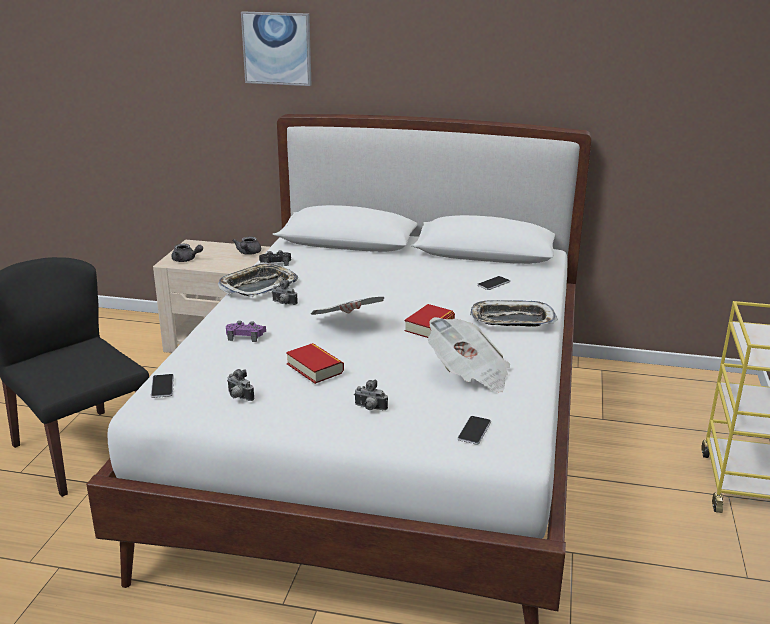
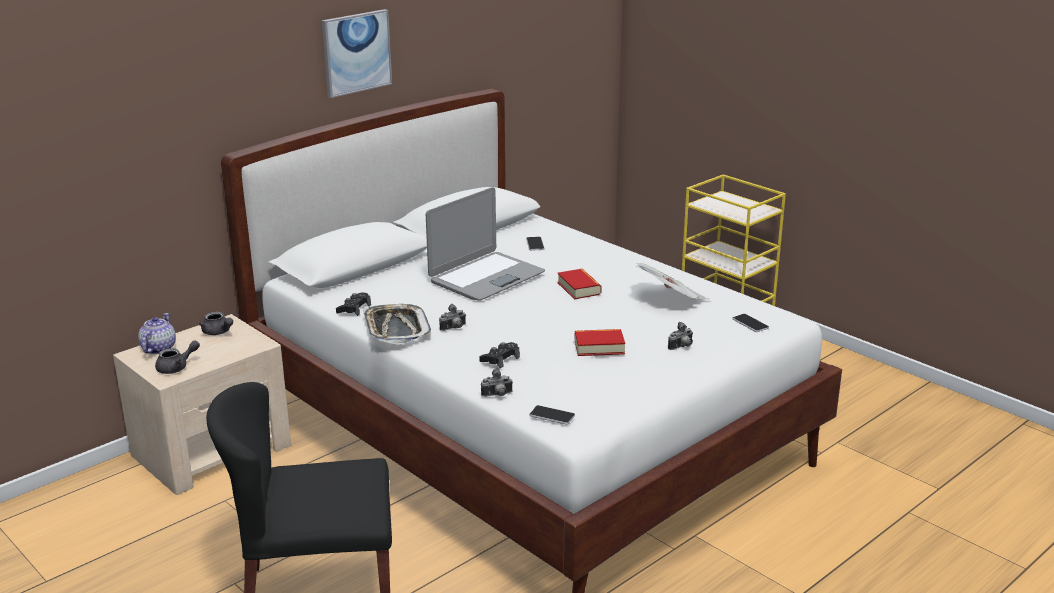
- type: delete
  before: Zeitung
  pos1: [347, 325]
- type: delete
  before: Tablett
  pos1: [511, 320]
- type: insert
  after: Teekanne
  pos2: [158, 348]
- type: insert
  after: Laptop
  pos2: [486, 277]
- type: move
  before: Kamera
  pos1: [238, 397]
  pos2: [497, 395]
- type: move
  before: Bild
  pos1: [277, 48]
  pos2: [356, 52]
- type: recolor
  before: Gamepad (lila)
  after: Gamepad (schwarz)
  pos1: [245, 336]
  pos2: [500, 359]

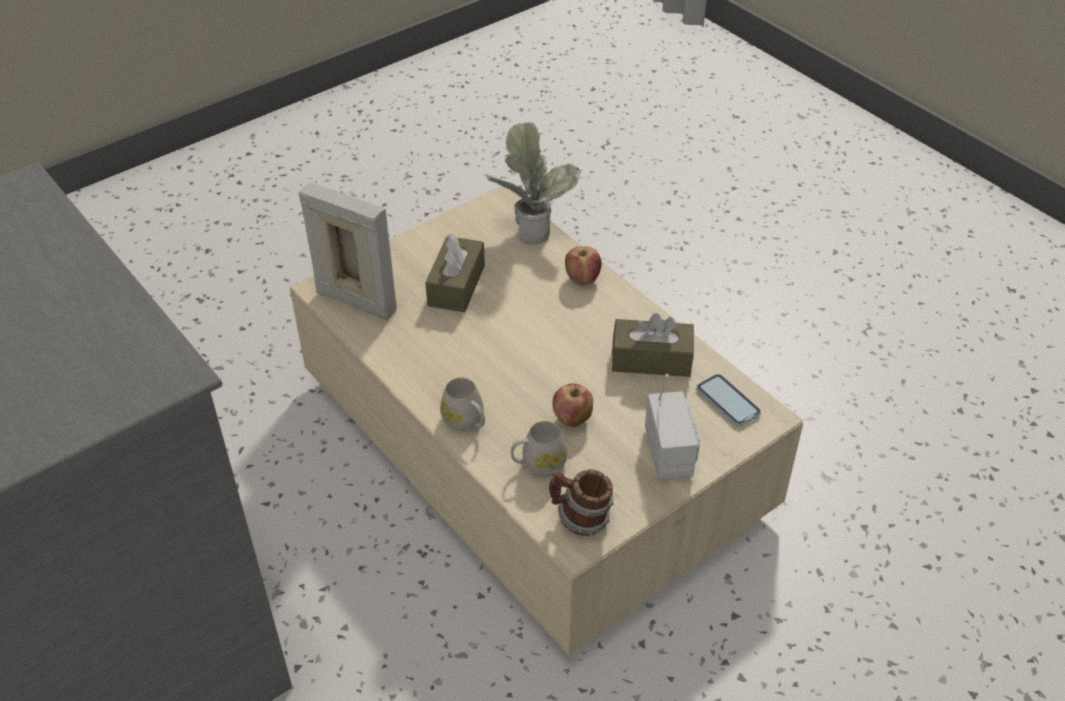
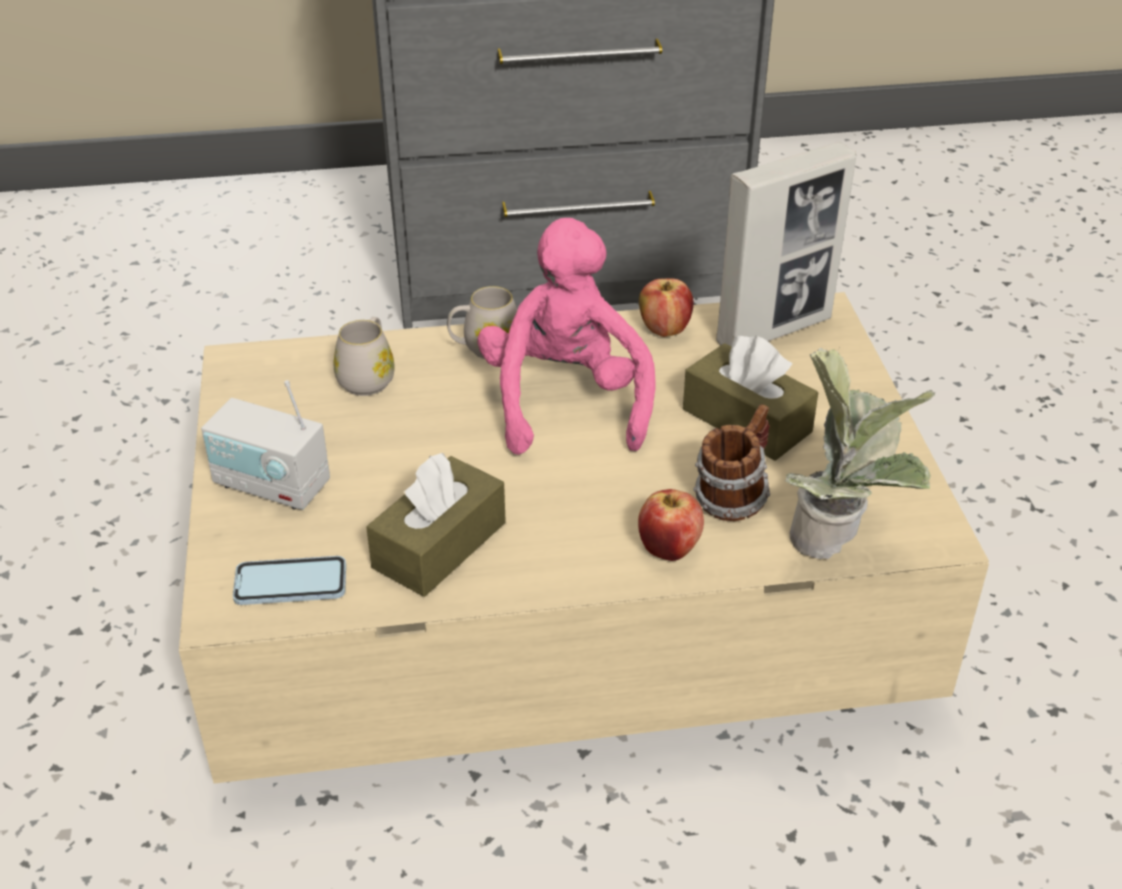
- type: insert
  after: Plüschtier (rosa)
  pos2: [565, 401]
- type: move
  before: Henkelbecher
  pos1: [580, 519]
  pos2: [732, 498]
- type: move
  before: Apfel
  pos1: [572, 419]
  pos2: [664, 329]

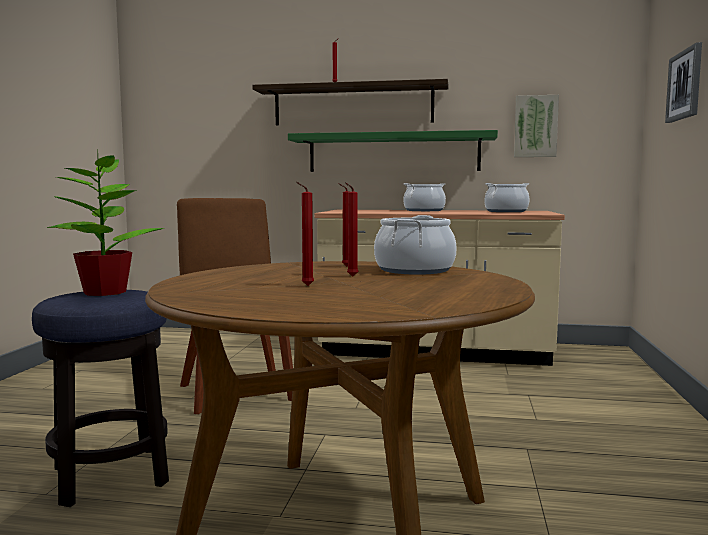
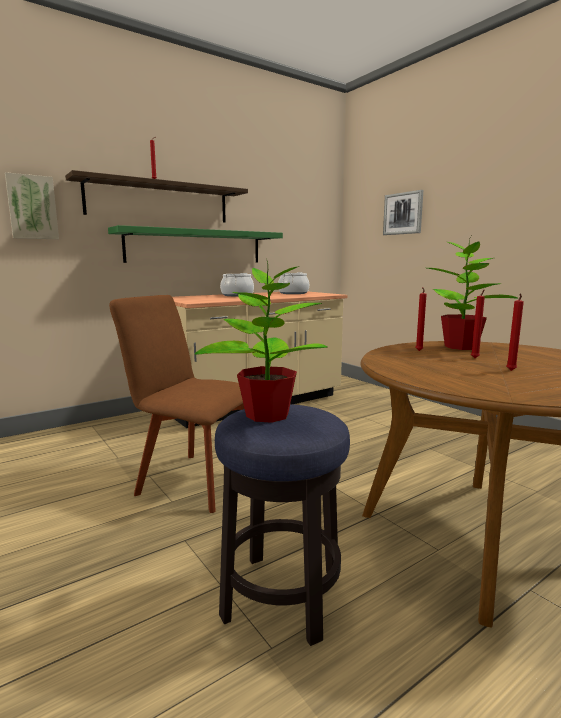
- type: move
  before: Bild
  pos1: [535, 126]
  pos2: [32, 207]
- type: replace
  before: Kochtopf
  after: Topfpflanze
  pos1: [414, 270]
  pos2: [461, 347]

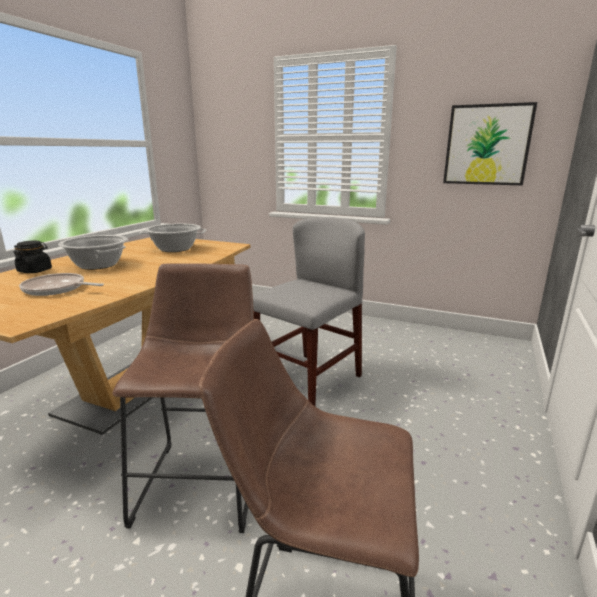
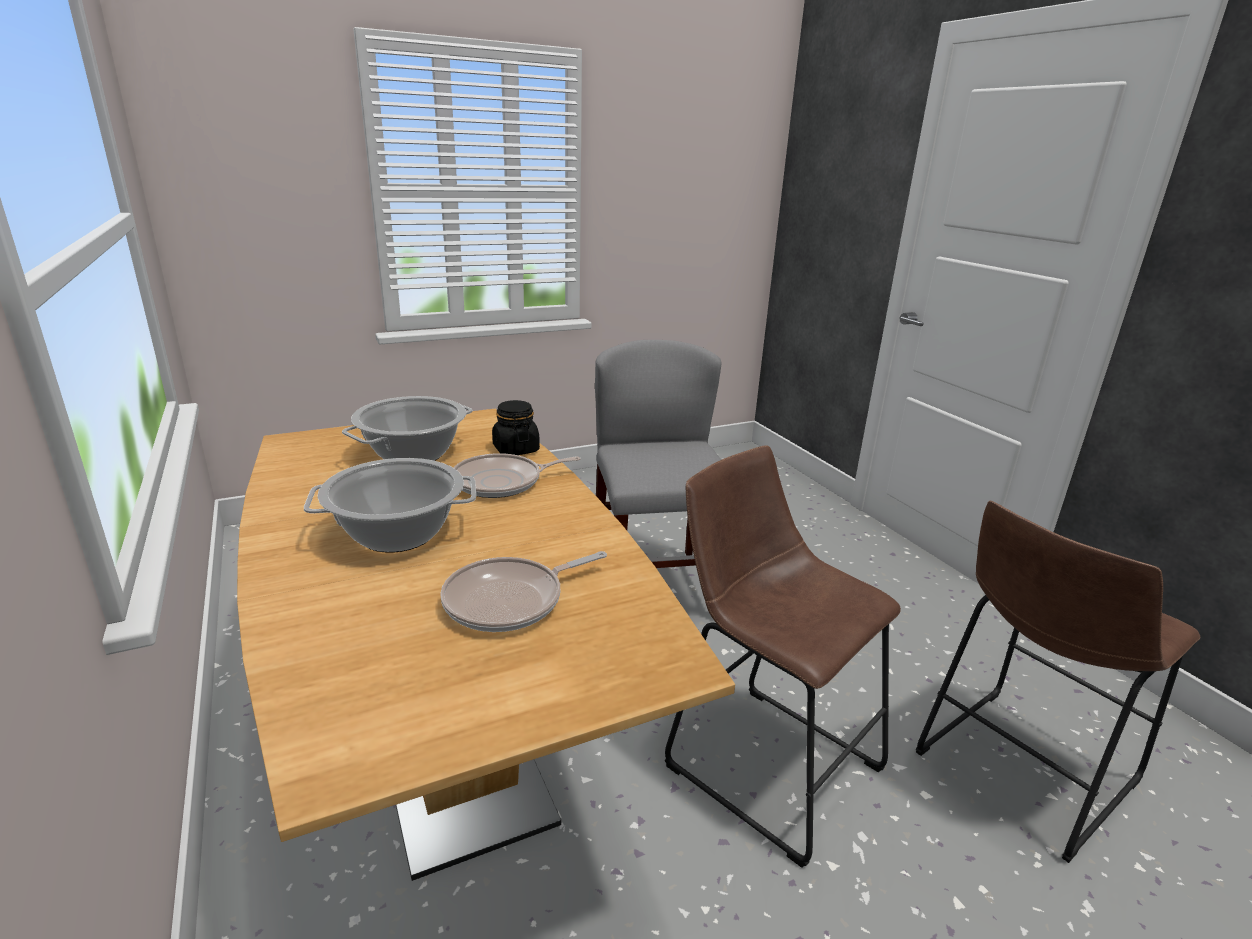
- type: delete
  before: Bild
  pos1: [487, 145]
- type: insert
  after: Pfanne
  pos2: [502, 482]
- type: move
  before: Vorratsglas (schwarz)
  pos1: [35, 271]
  pos2: [515, 449]

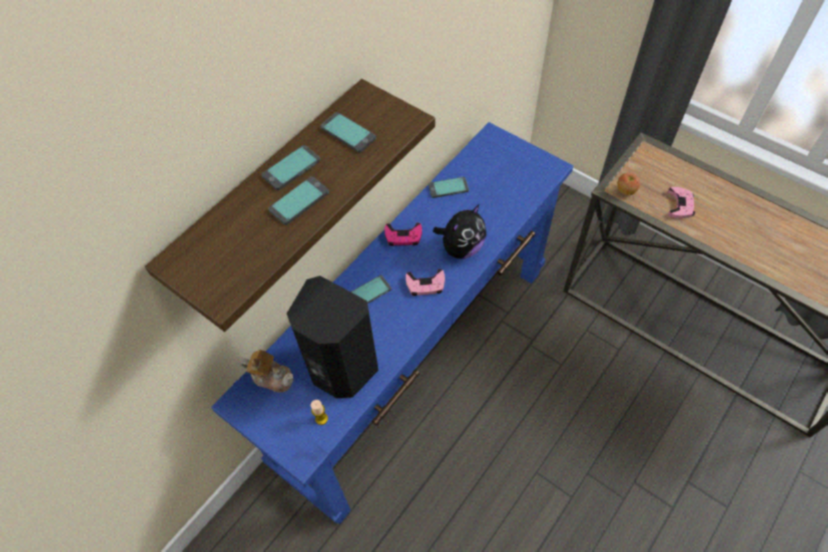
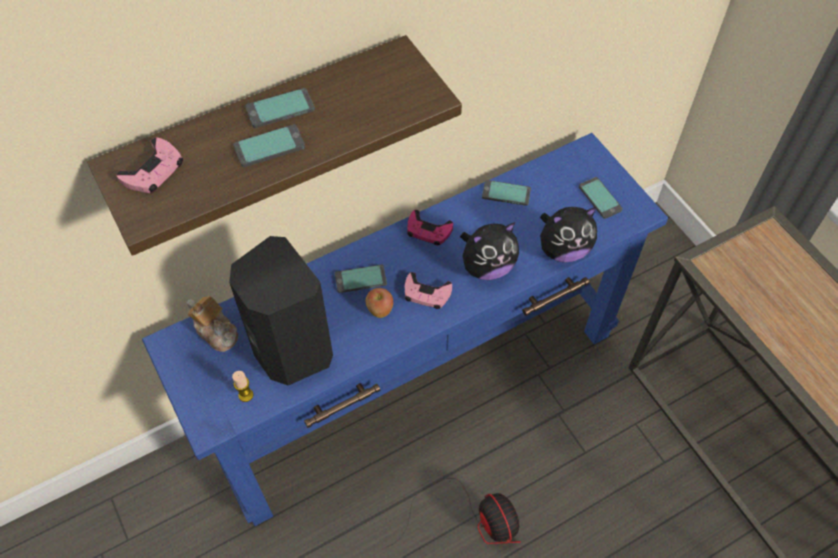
- type: insert
  after: Ventilator
  pos2: [471, 520]
- type: insert
  after: Plüschtier
  pos2: [563, 249]
- type: move
  before: Handy
  pos1: [348, 133]
  pos2: [600, 198]
- type: move
  before: Apfel
  pos1: [625, 191]
  pos2: [379, 310]
- type: move
  before: Gamepad (rosa)
  pos1: [680, 205]
  pos2: [153, 171]

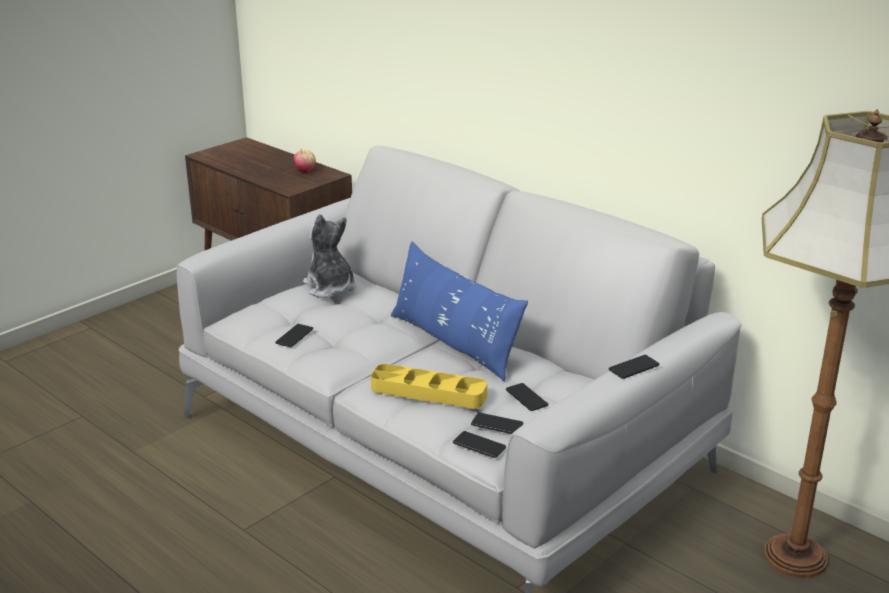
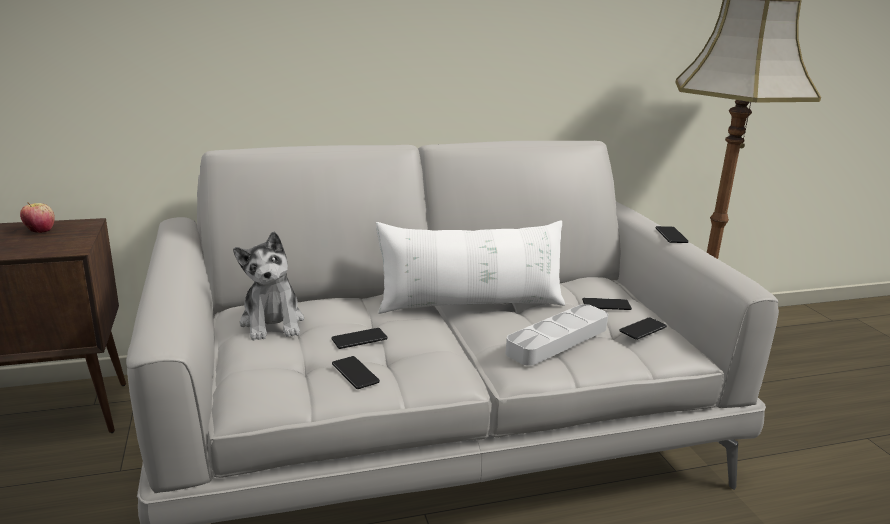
- type: move
  before: Handy
  pos1: [479, 445]
  pos2: [359, 339]
- type: recolor
  before: Tablett (gelb)
  after: Tablett (grau)
  pos1: [428, 392]
  pos2: [557, 340]
- type: recolor
  before: Kissen (blau)
  after: Kissen (weiß)
  pos1: [453, 343]
  pos2: [470, 304]
- type: rotate
  before: Plüschtier
  pos1: [330, 288]
  pos2: [273, 322]
  turn: -105

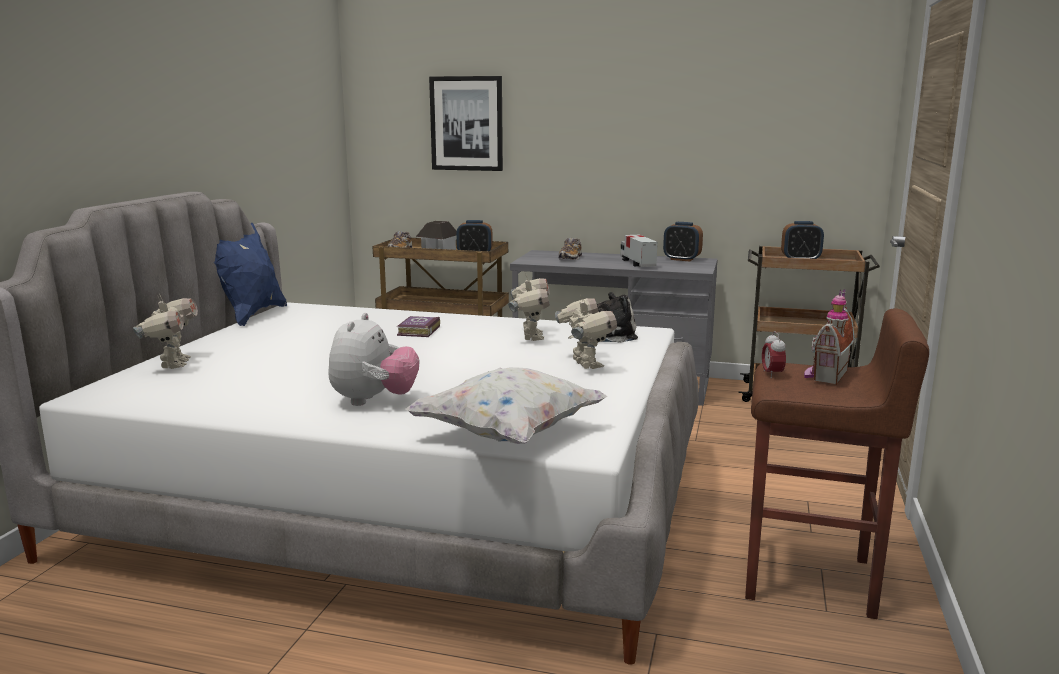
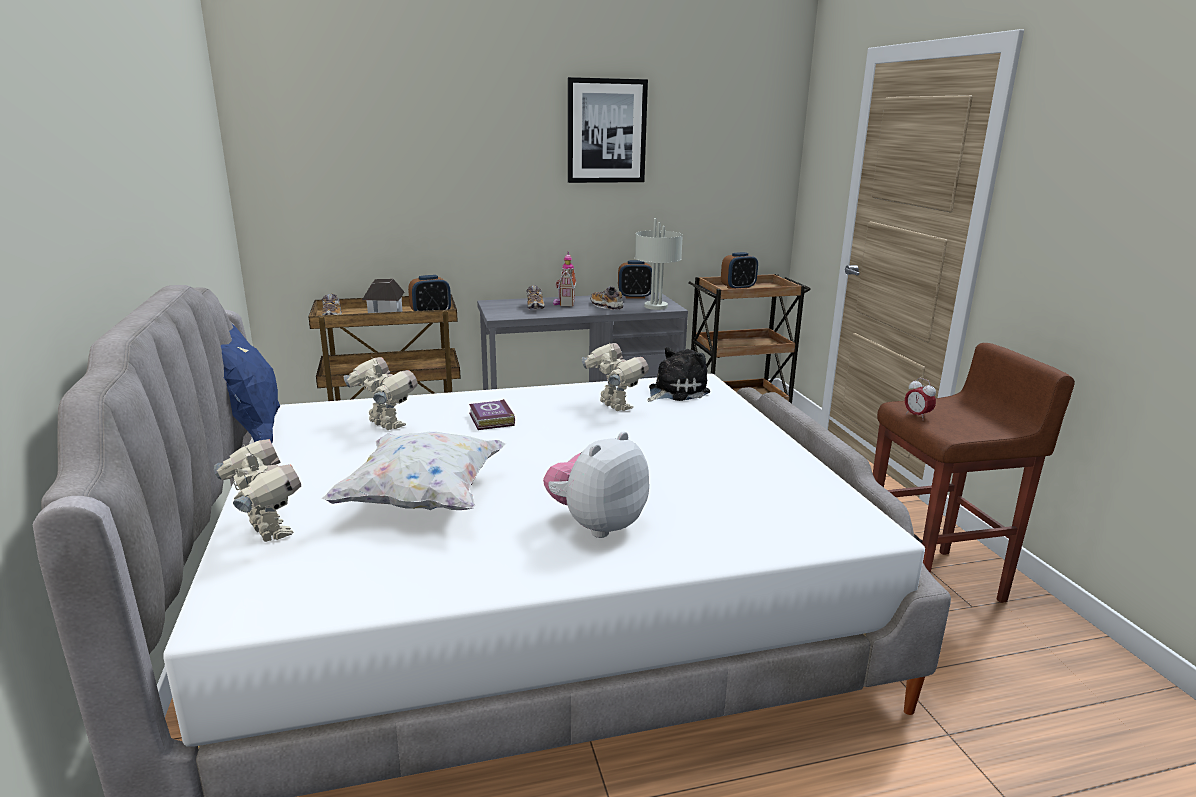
- type: insert
  after: Tischlampe (grau)
  pos2: [656, 306]
- type: move
  before: Kissen (weiß)
  pos1: [509, 434]
  pos2: [424, 499]
- type: move
  before: Bild
  pos1: [466, 123]
  pos2: [606, 131]
- type: move
  before: Spielzeugroboter
  pos1: [585, 365]
  pos2: [384, 425]
- type: move
  before: Spielzeughaus
  pos1: [825, 375]
  pos2: [564, 303]
- type: replace
  before: Spielzeuglaster
  after: Schuh
  pos1: [637, 263]
  pos2: [606, 306]
- type: rotate
  before: Plüschtier
  pos1: [374, 401]
  pos2: [596, 524]
  turn: -120

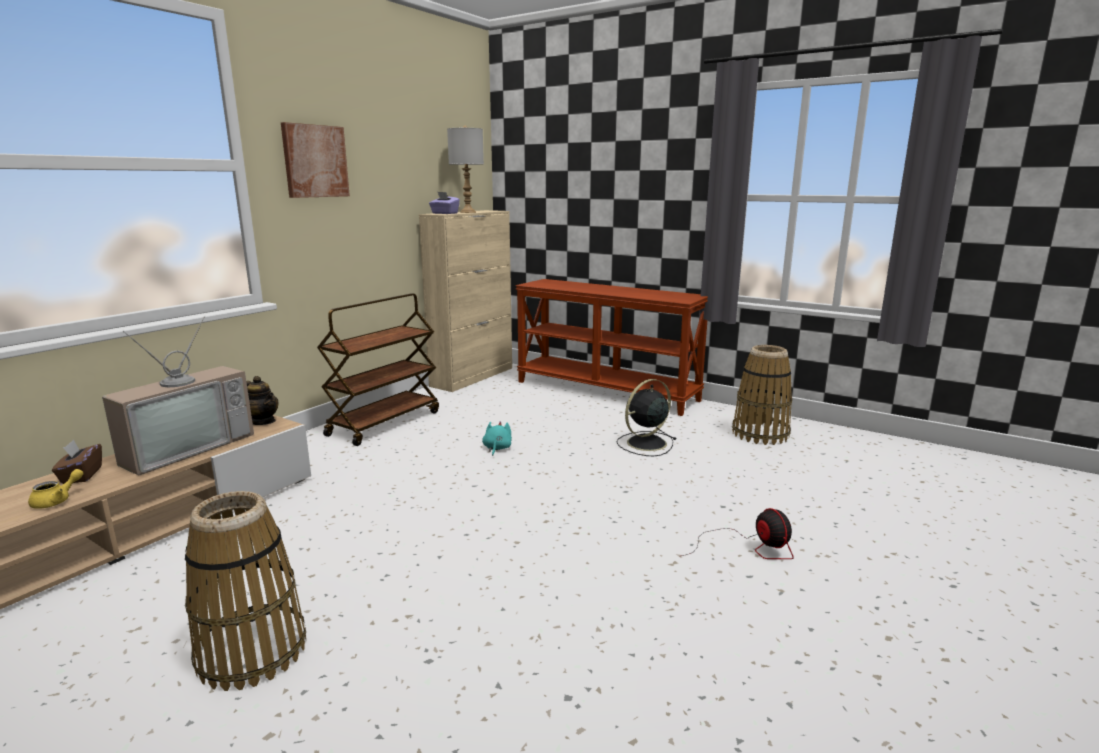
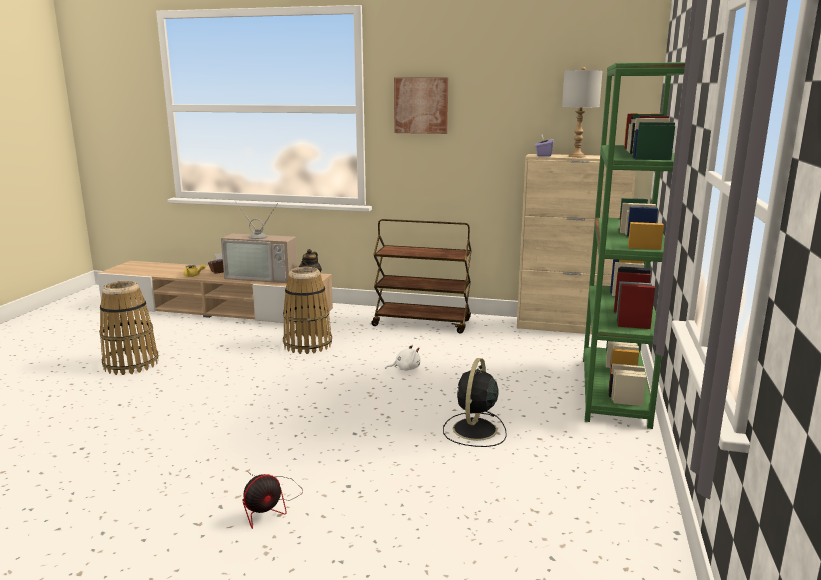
- type: move
  before: Korb
  pos1: [760, 434]
  pos2: [308, 345]
- type: replace
  before: Konsolentisch (braun)
  after: Bücherregal (grün)
  pos1: [607, 391]
  pos2: [614, 391]
- type: recolor
  before: Plüschtier (türkis)
  after: Plüschtier (weiß)
  pos1: [497, 448]
  pos2: [405, 368]
- type: rotate
  before: Ventilator (schwarz)
  pos1: [645, 443]
  pos2: [474, 430]
  turn: -105

